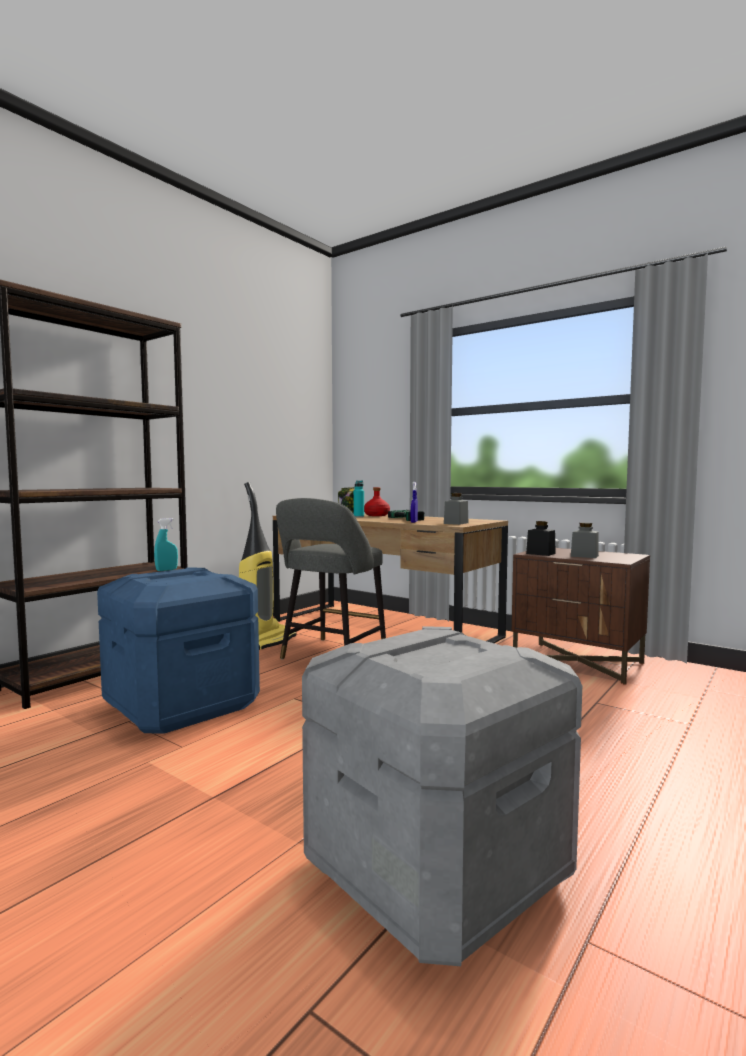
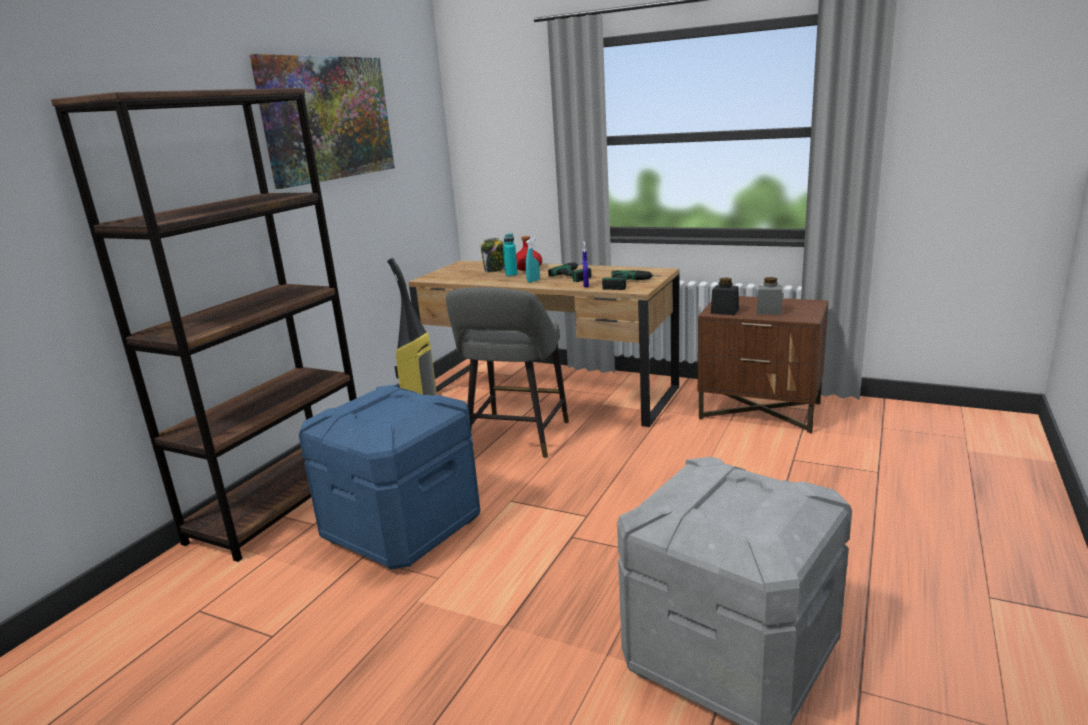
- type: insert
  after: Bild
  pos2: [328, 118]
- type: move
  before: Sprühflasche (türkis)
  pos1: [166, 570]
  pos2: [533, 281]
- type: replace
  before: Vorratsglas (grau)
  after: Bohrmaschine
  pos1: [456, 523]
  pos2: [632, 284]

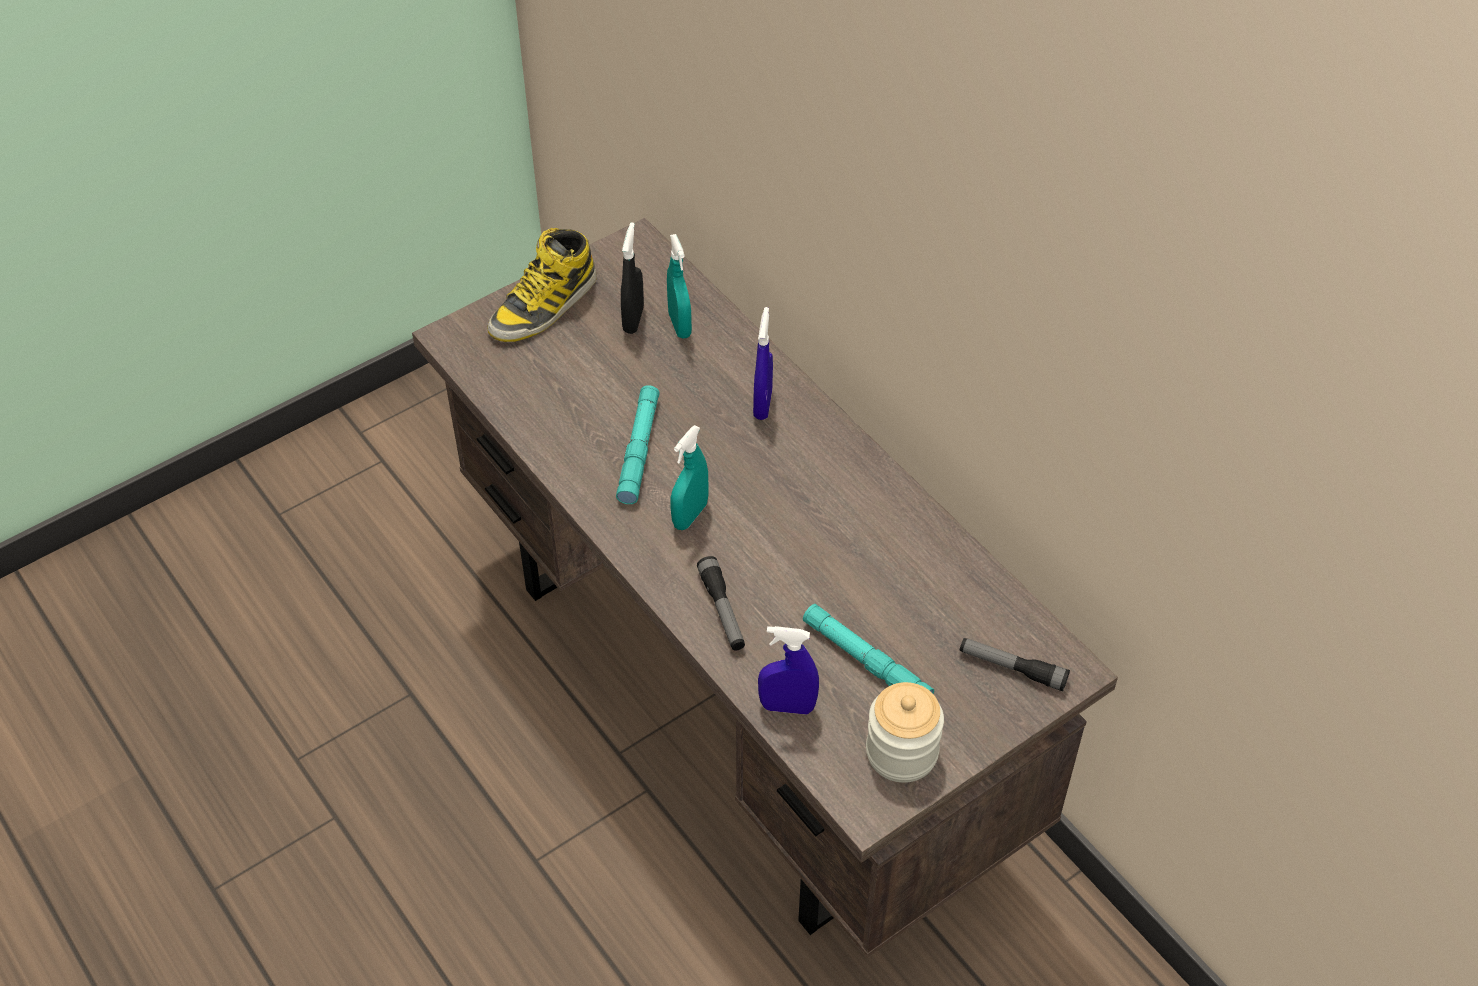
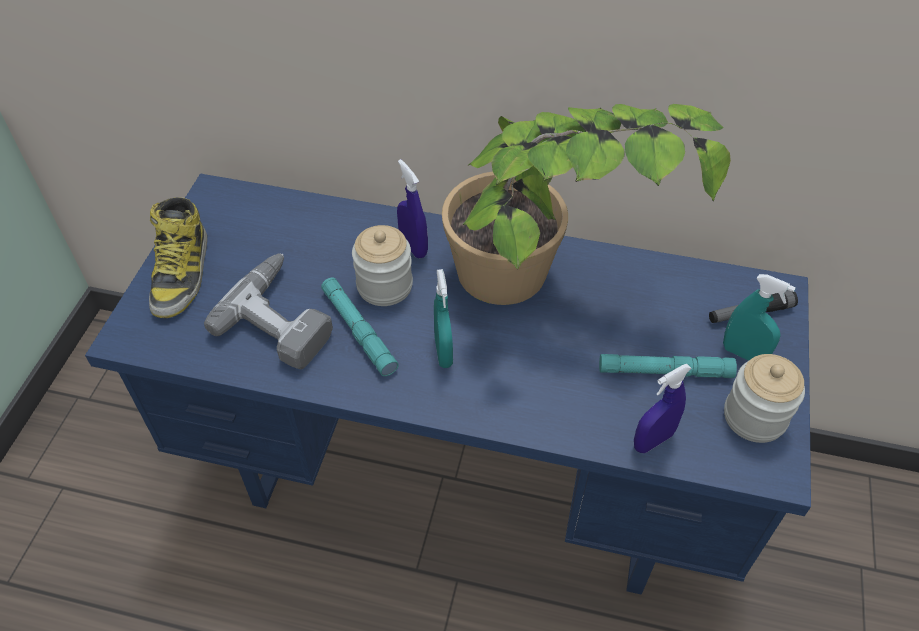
- type: delete
  before: Sprühflasche (schwarz)
  pos1: [633, 319]
- type: delete
  before: Taschenlampe
  pos1: [722, 610]
- type: insert
  after: Bohrmaschine
  pos2: [284, 317]
- type: insert
  after: Vorratsglas
  pos2: [384, 286]
- type: insert
  after: Topfpflanze
  pos2: [547, 287]
- type: move
  before: Sprühflasche (türkis)
  pos1: [679, 325]
  pos2: [743, 353]
- type: recolor
  before: Schreibtisch (braun)
  after: Schreibtisch (blau)
  pos1: [743, 701]
  pos2: [462, 476]

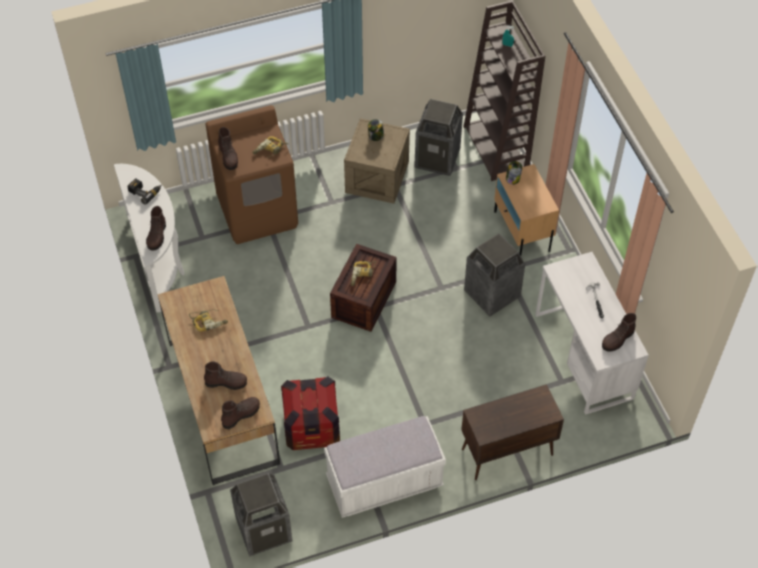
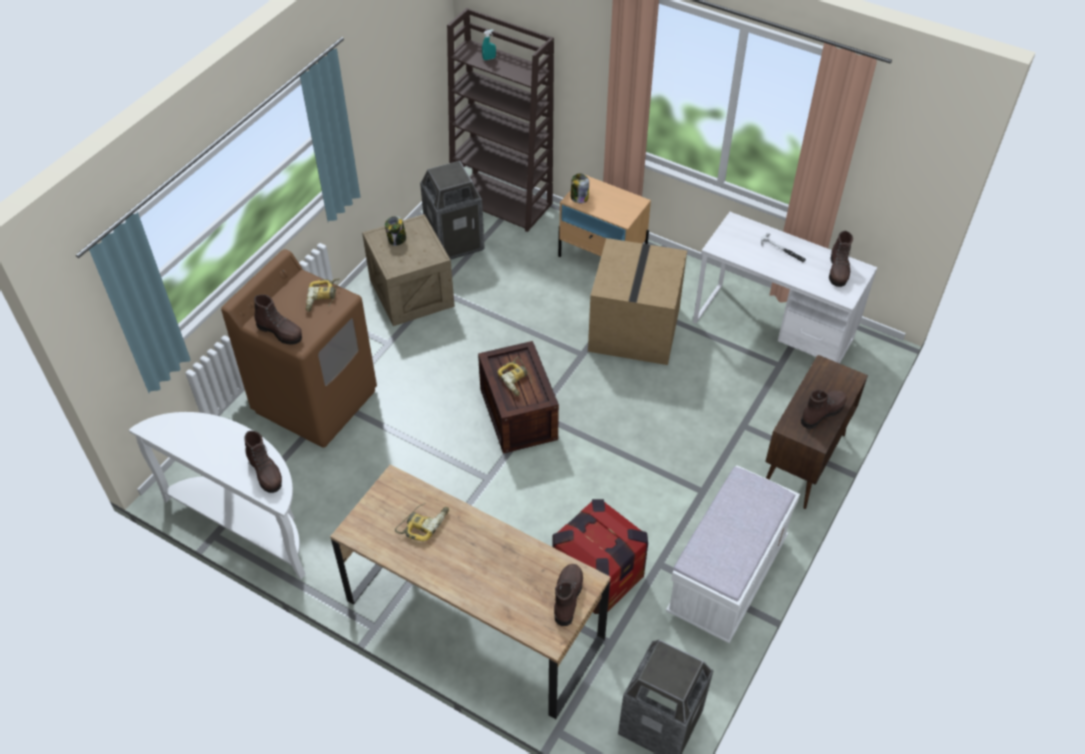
- type: delete
  before: Bohrmaschine
  pos1: [145, 191]
- type: move
  before: Stiefel (braun)
  pos1: [226, 382]
  pos2: [822, 412]
- type: replace
  before: Mülleimer
  after: Karton
  pos1: [492, 294]
  pos2: [635, 330]

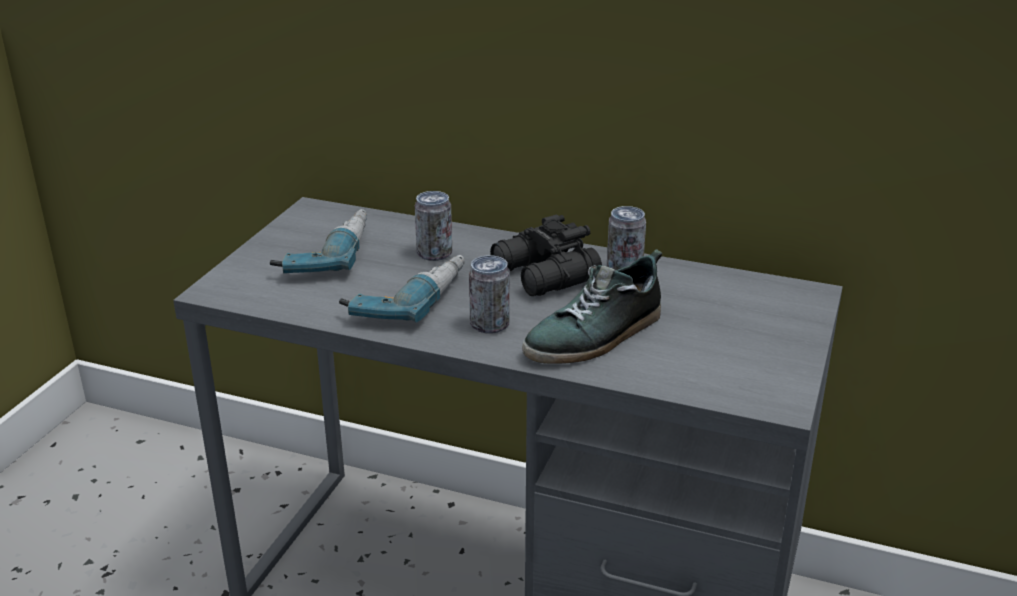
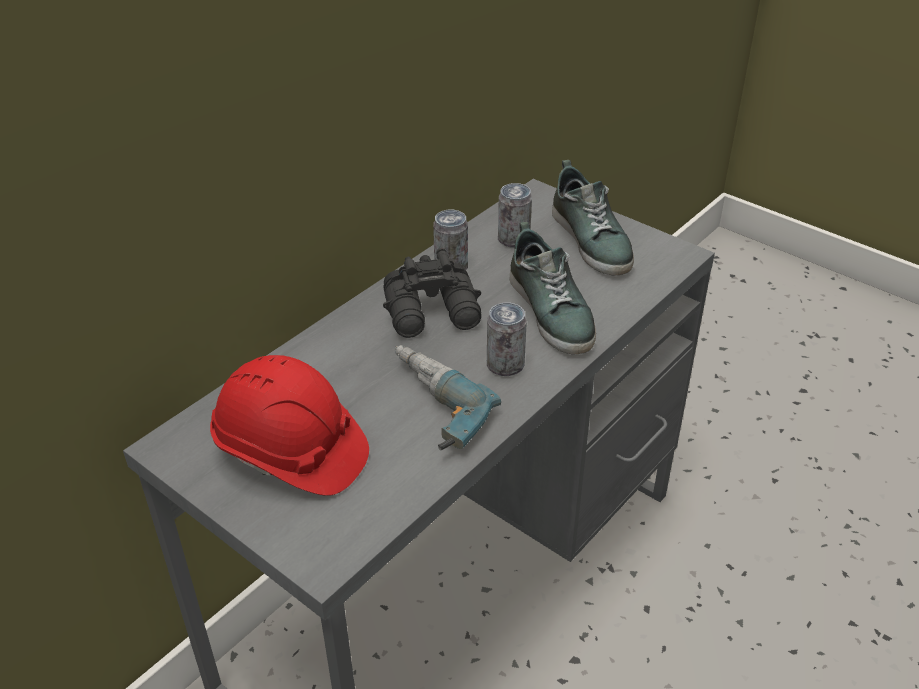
- type: insert
  after: Schuh
  pos2: [592, 240]
- type: move
  before: Dose
  pos1: [434, 253]
  pos2: [513, 239]
- type: replace
  before: Bohrmaschine
  after: Schutzhelm (rot)
  pos1: [325, 253]
  pos2: [291, 452]

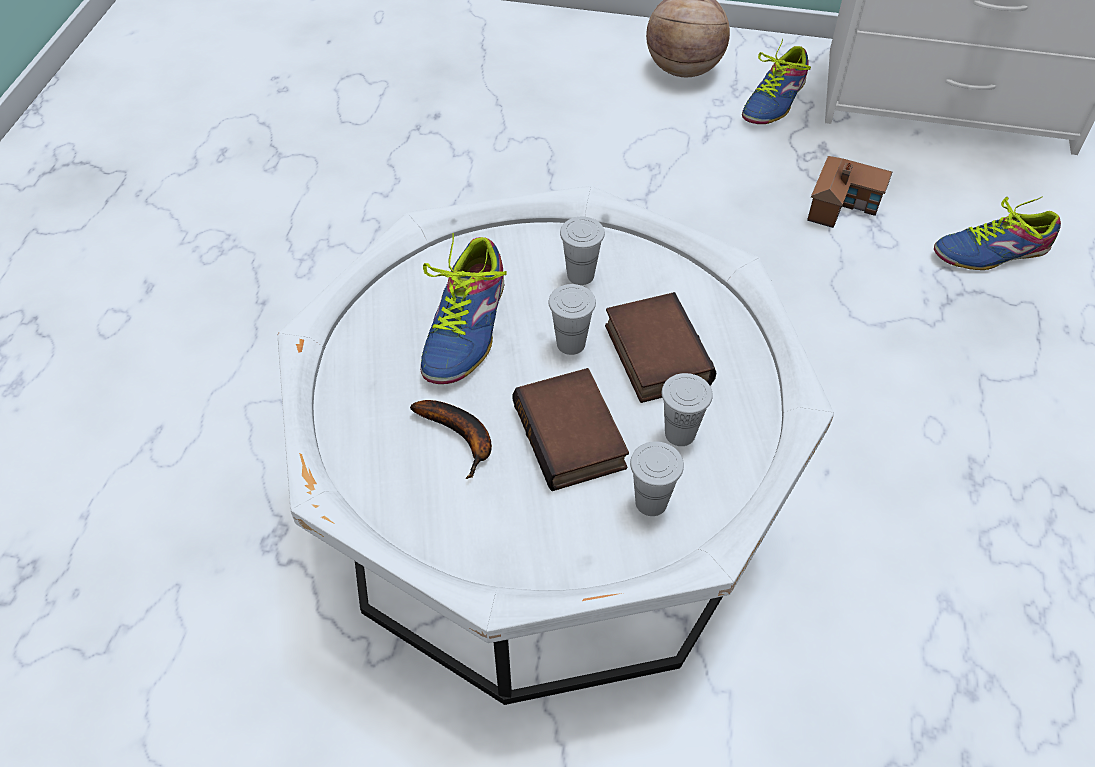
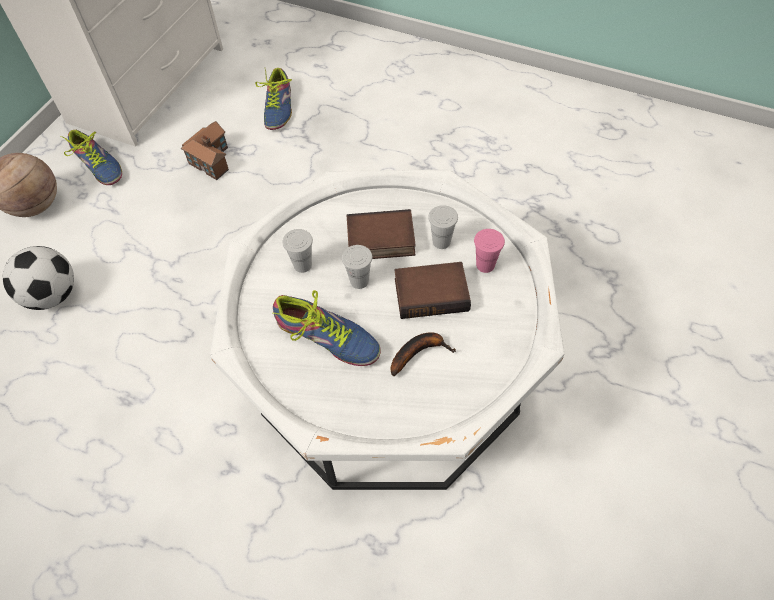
- type: insert
  after: Fußball
  pos2: [52, 295]
- type: recolor
  before: Tasse (weiß)
  after: Tasse (rosa)
  pos1: [651, 502]
  pos2: [485, 265]

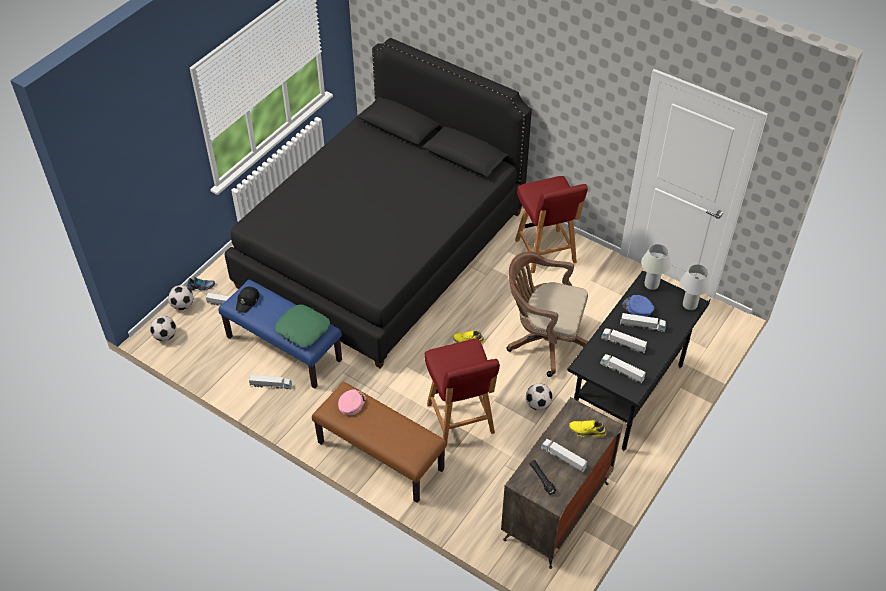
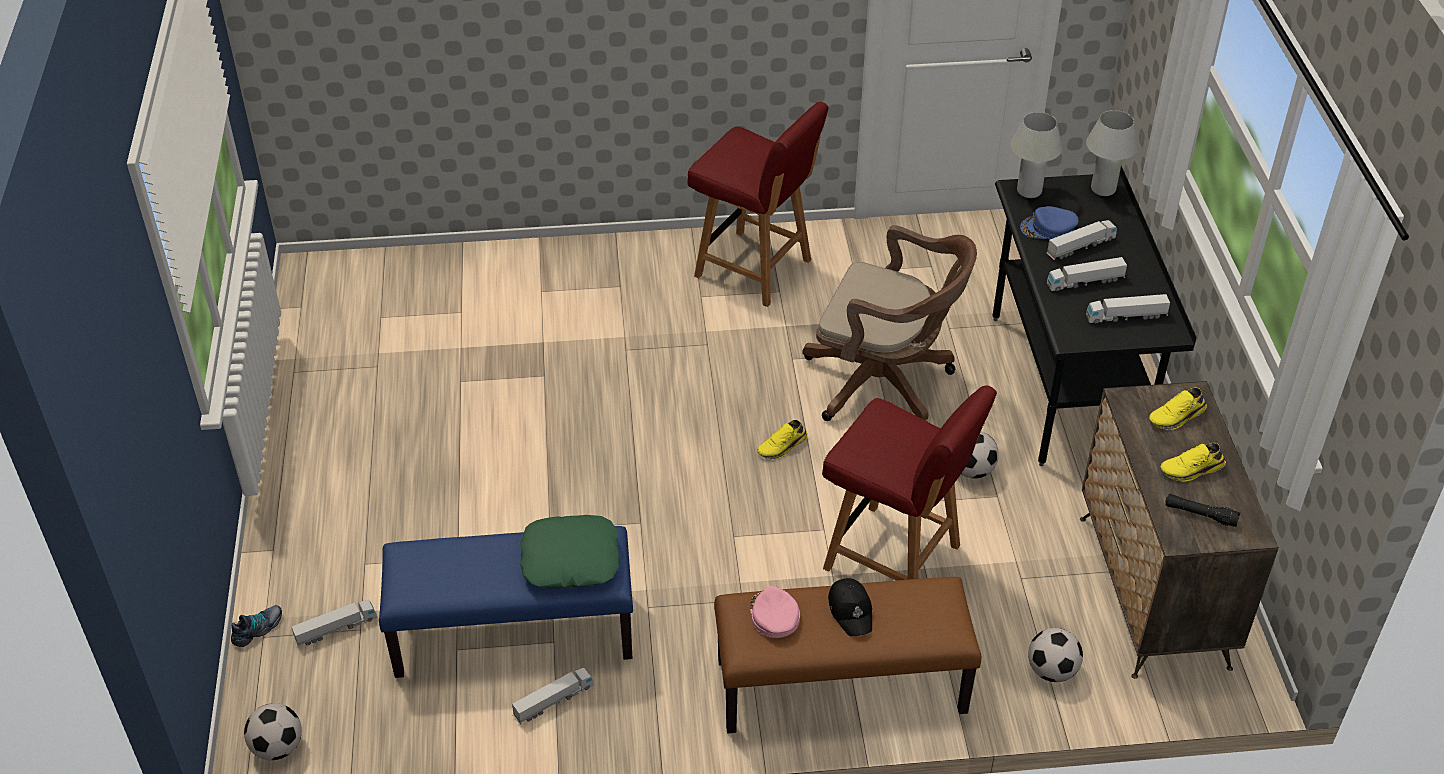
- type: delete
  before: Bett (schwarz)
  pos1: [382, 249]
- type: move
  before: Fußball
  pos1: [183, 305]
  pos2: [1051, 670]
- type: move
  before: Kappe (schwarz)
  pos1: [247, 301]
  pos2: [851, 610]
- type: replace
  before: Spielzeuglaster
  after: Schuh (gelb)
  pos1: [563, 458]
  pos2: [1192, 470]
- type: rotate
  before: Bürostuhl (braun)
  pos1: [544, 341]
  pos2: [885, 384]
  turn: -135

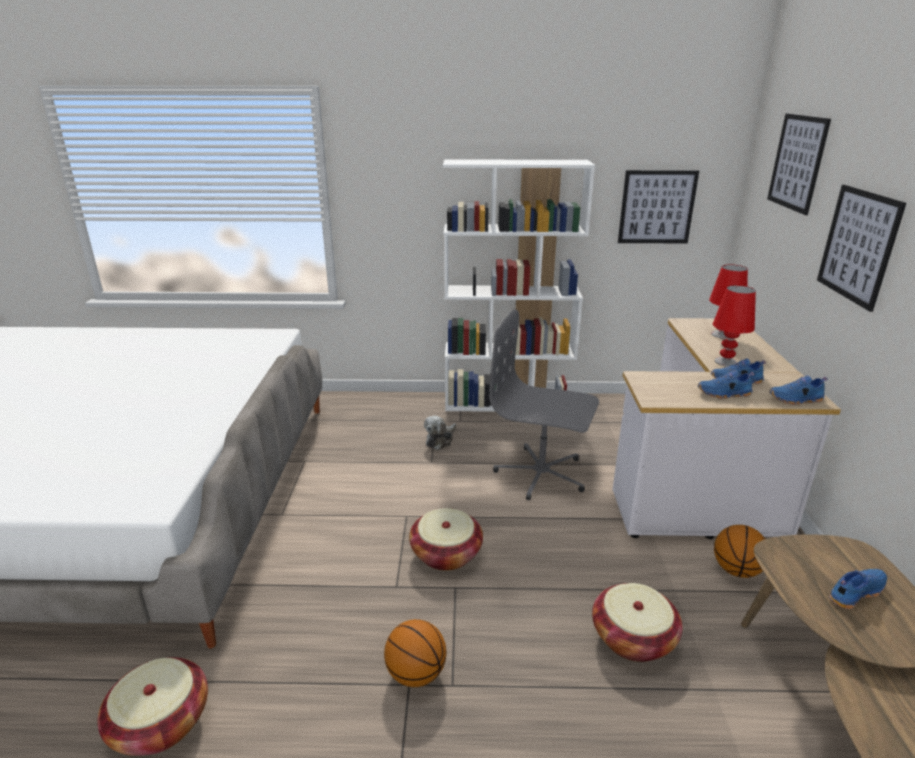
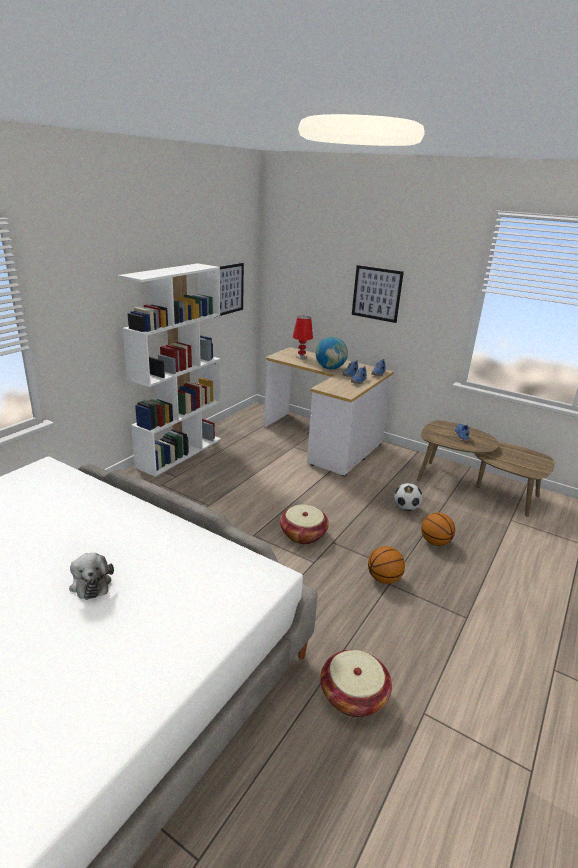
- type: delete
  before: Bürostuhl (grau)
  pos1: [541, 474]
- type: delete
  before: Bild
  pos1: [797, 162]
- type: move
  before: Plüschtier
  pos1: [440, 440]
  pos2: [90, 582]
- type: move
  before: Basketball
  pos1: [736, 570]
  pos2: [435, 542]
- type: replace
  before: Korb
  after: Fußball
  pos1: [633, 638]
  pos2: [406, 508]
- type: replace
  before: Tischlampe (rot)
  after: Globus
  pos1: [726, 362]
  pos2: [330, 368]

